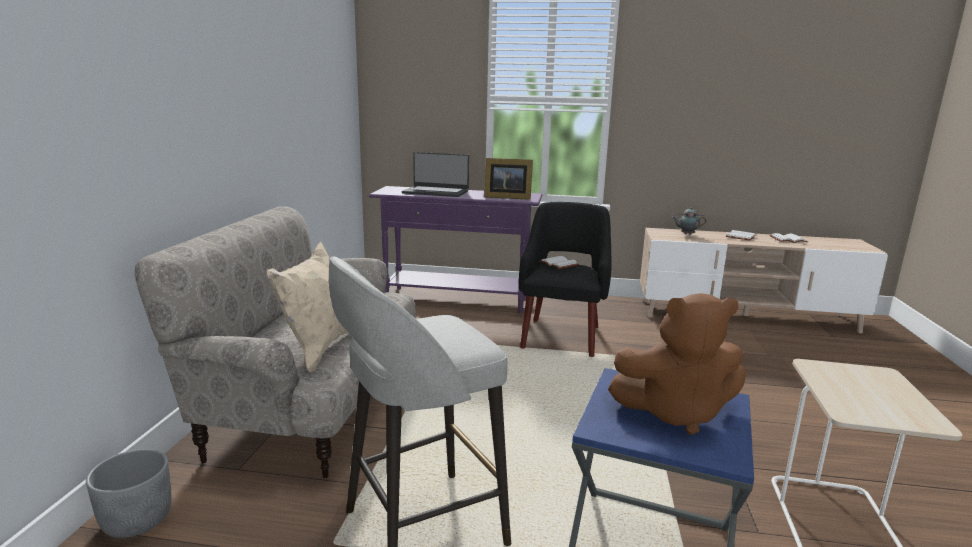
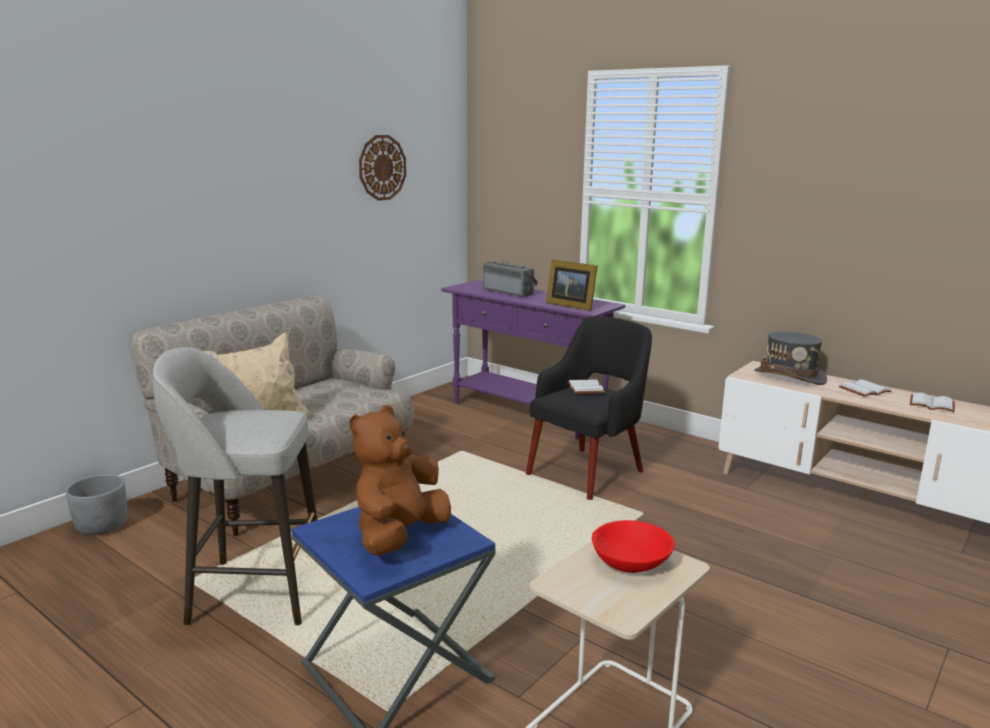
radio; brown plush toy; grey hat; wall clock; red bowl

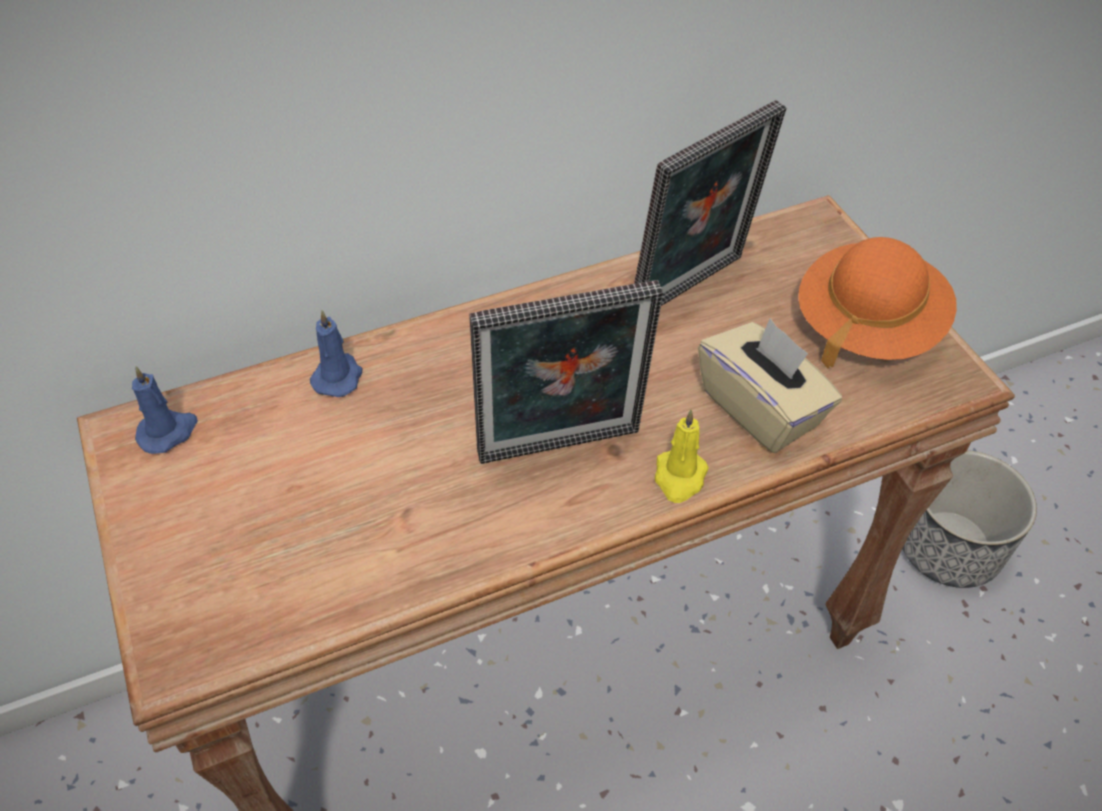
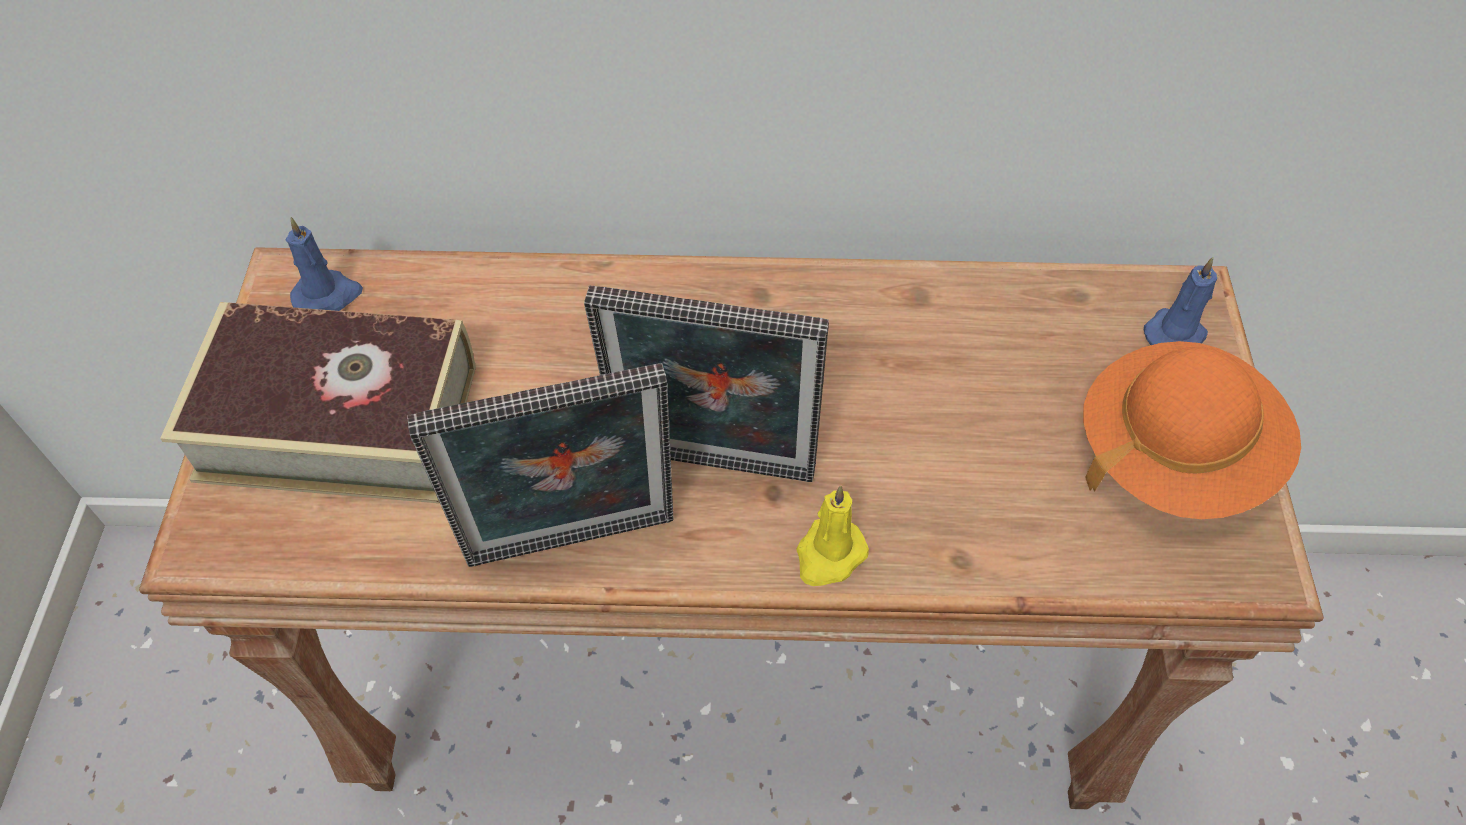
blue candle (no. 2 from left); picture frame (no. 1 from left); beige tissue box; planter; book

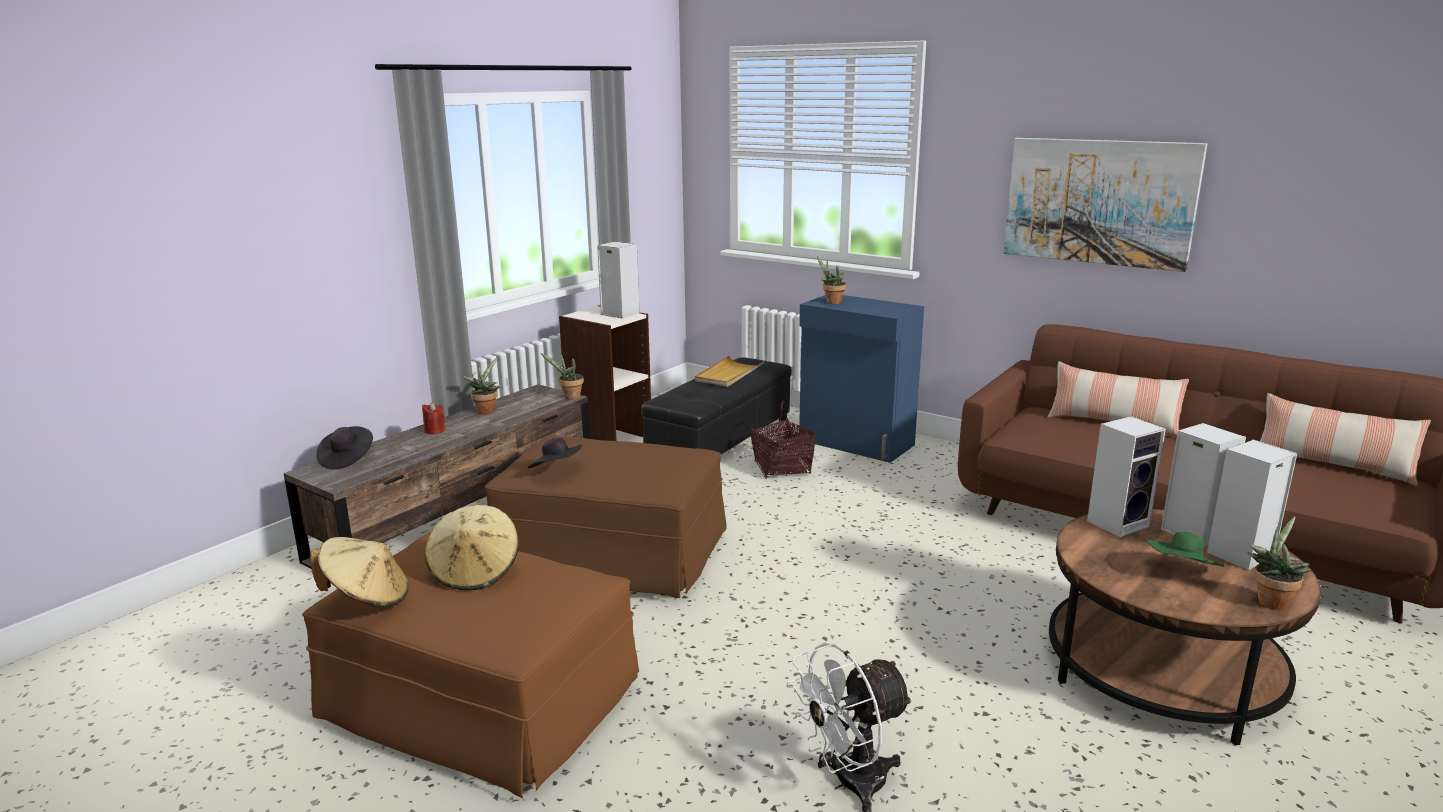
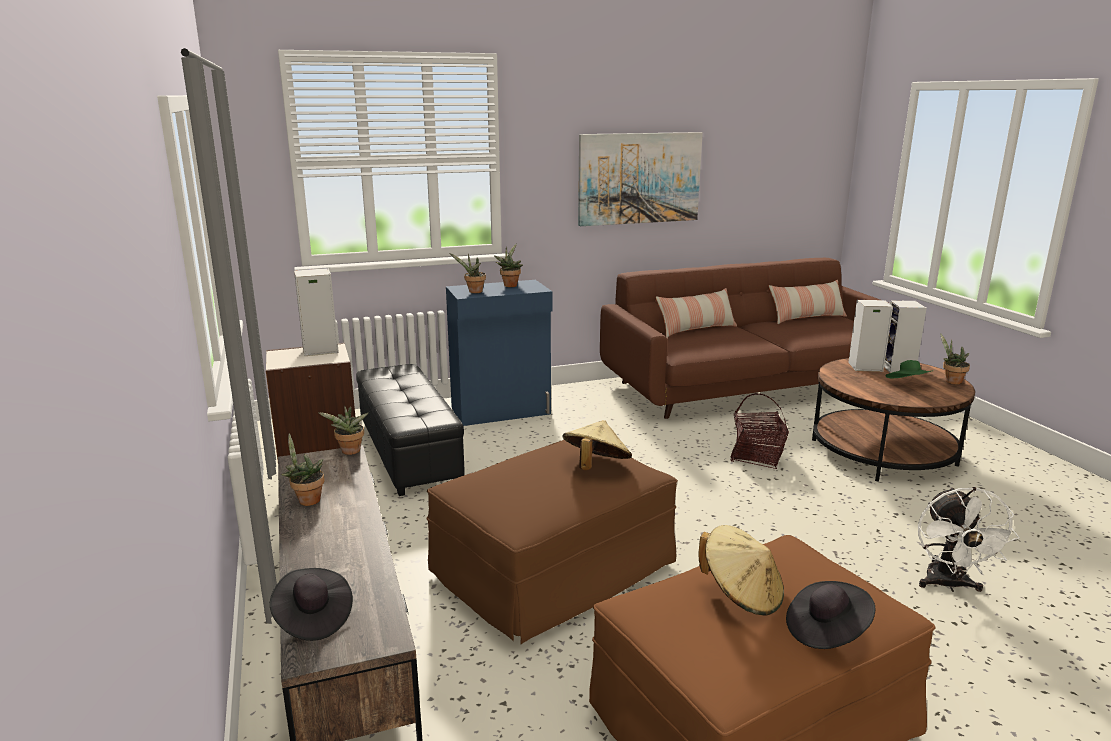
beige hat (no. 1 from left); red candle; black hat (no. 2 from left); beige tray; basket; speaker (no. 2 from left in the first image); potted plant (no. 4 from left)

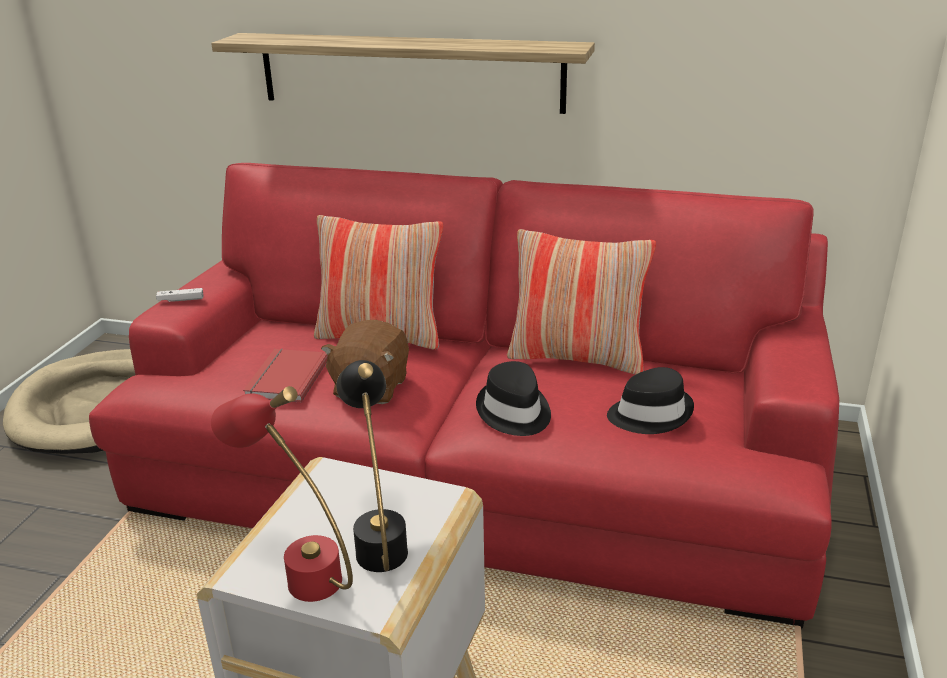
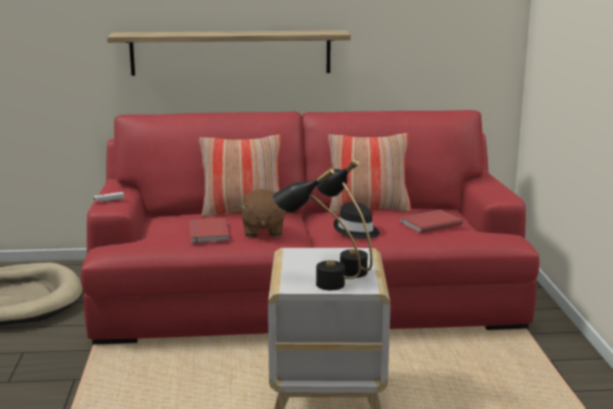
black table lamp (no. 1 from left); red book (no. 2 from left)

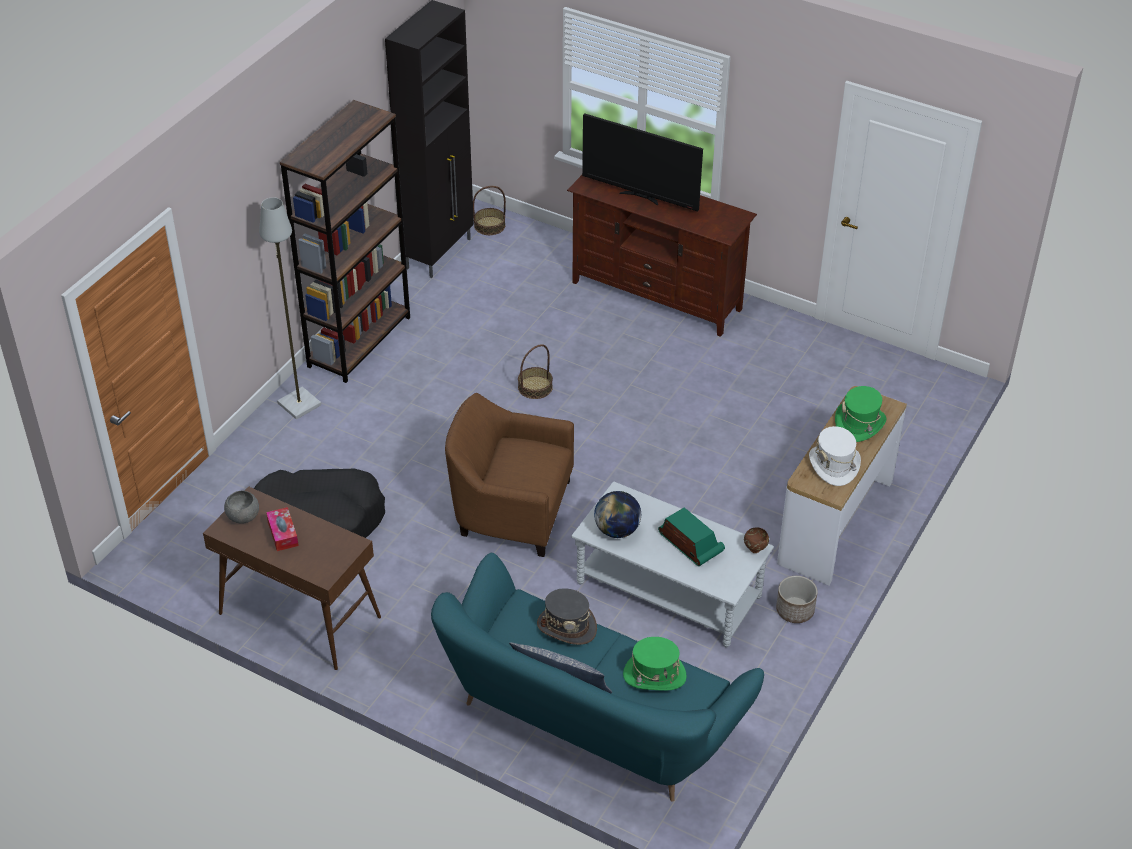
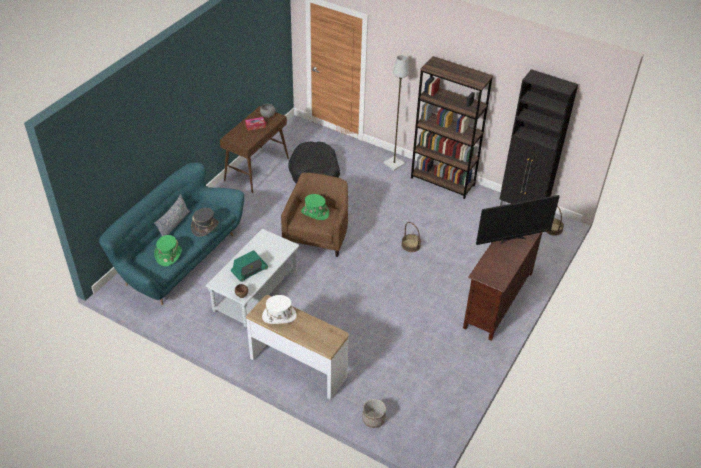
television; globe; planter; green hat (no. 2 from left)

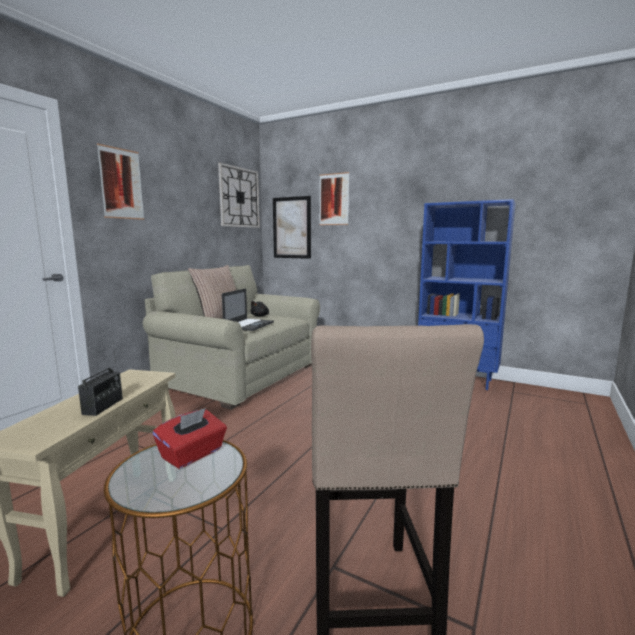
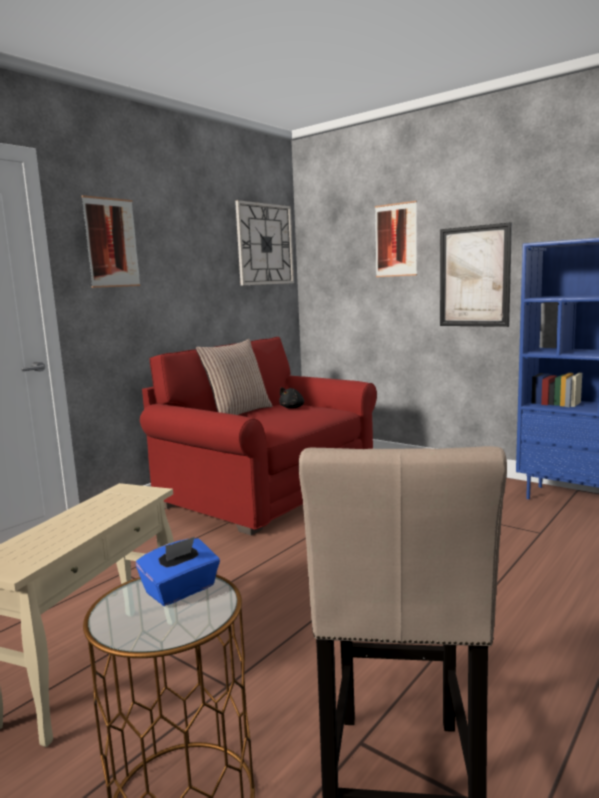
radio; red sofa; blue tissue box; laptop; picture (no. 3 from left)

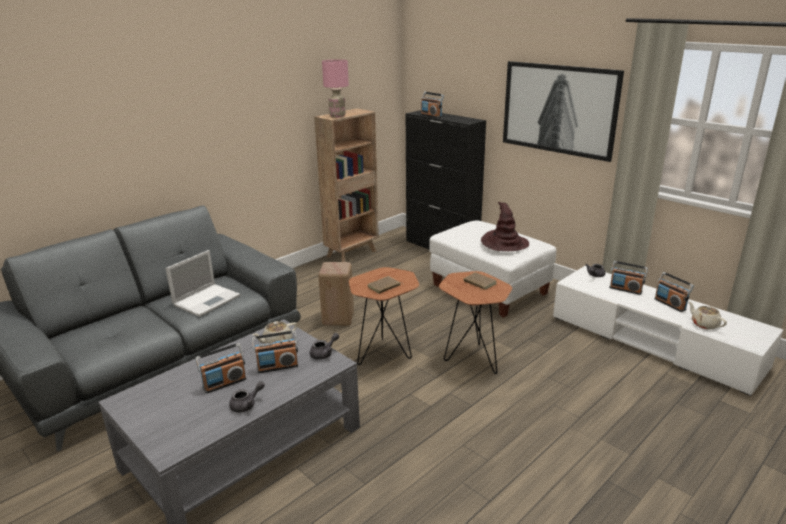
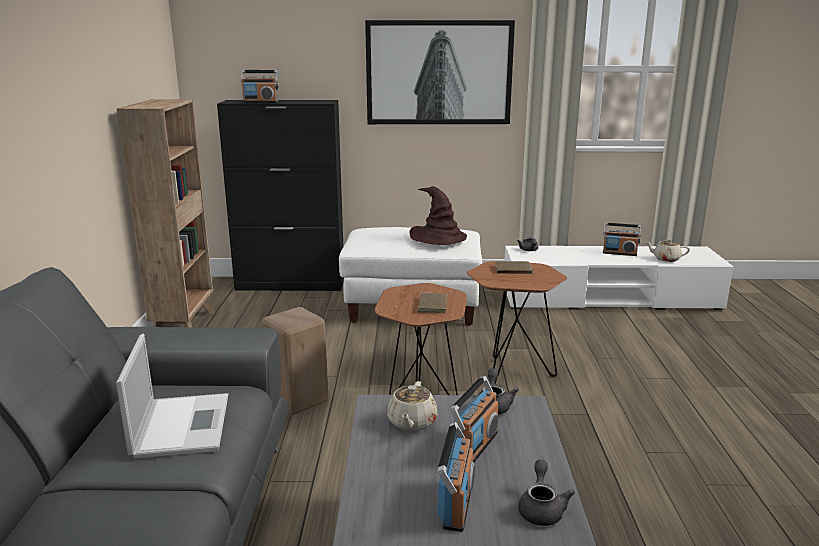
pink table lamp; radio (no. 4 from left in the first image)

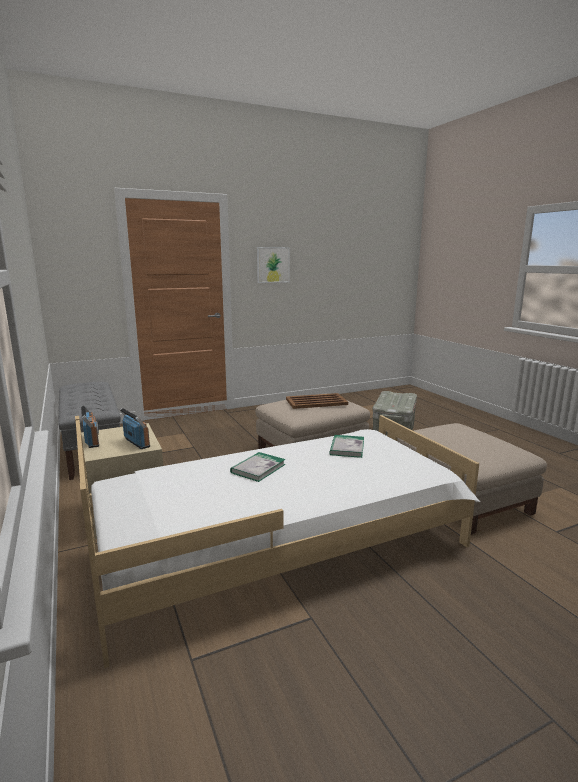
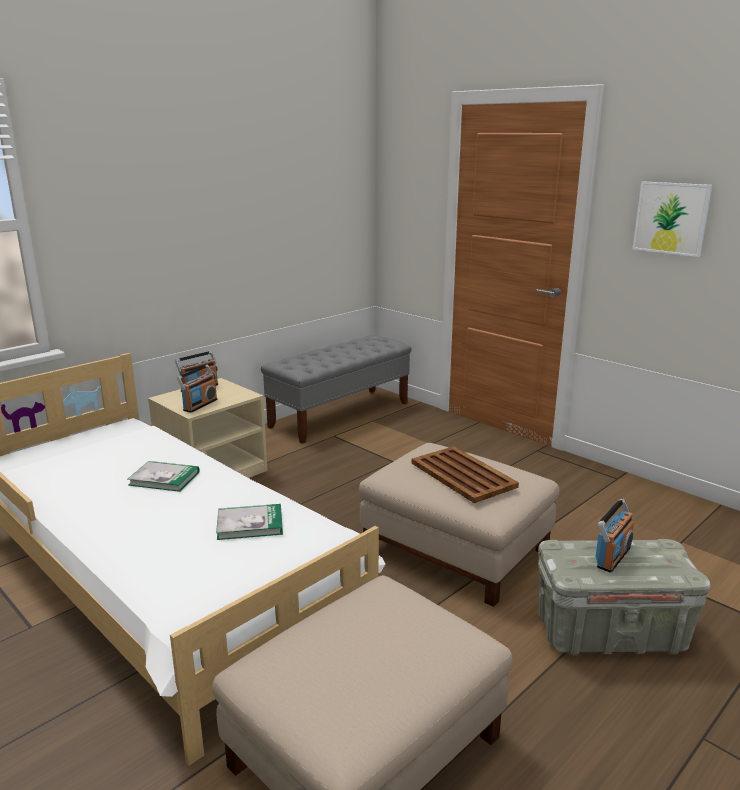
radio (no. 3 from left)

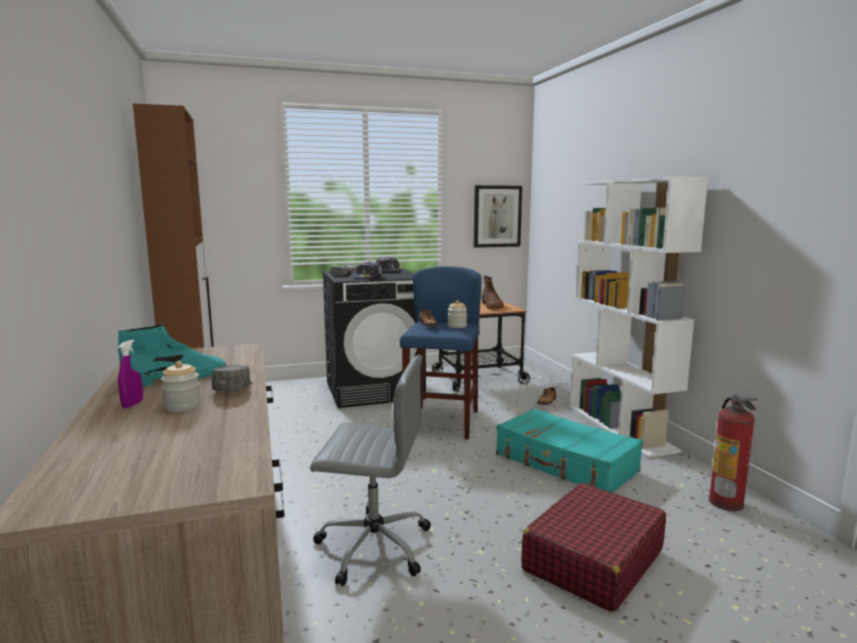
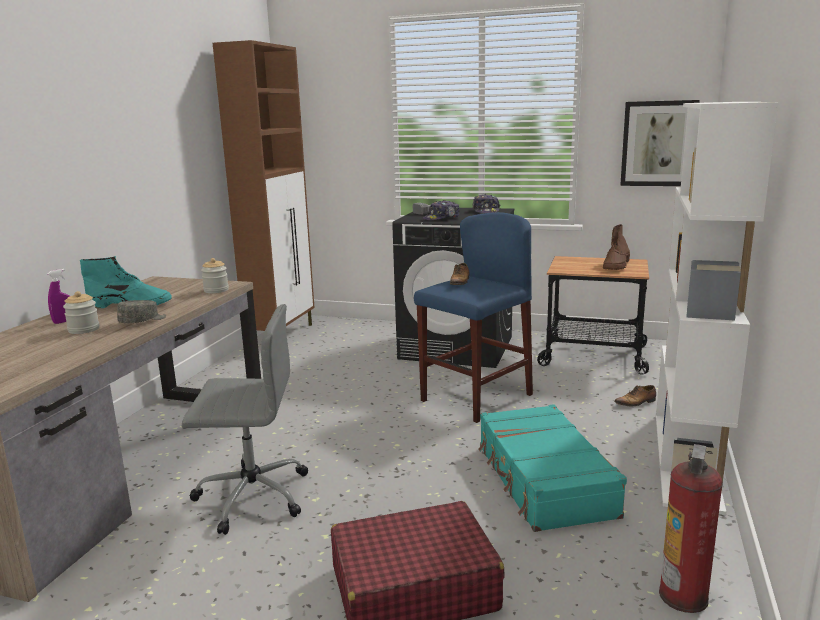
grey office chair; jar (no. 2 from left)

